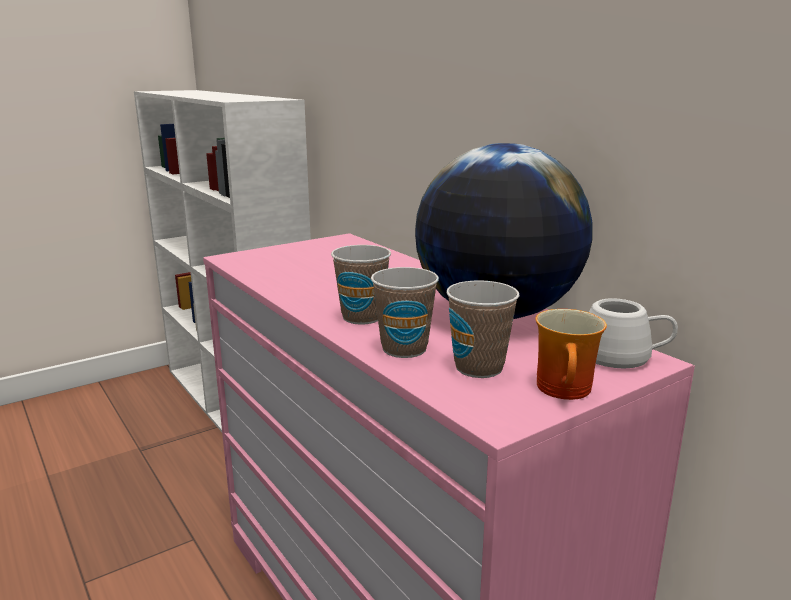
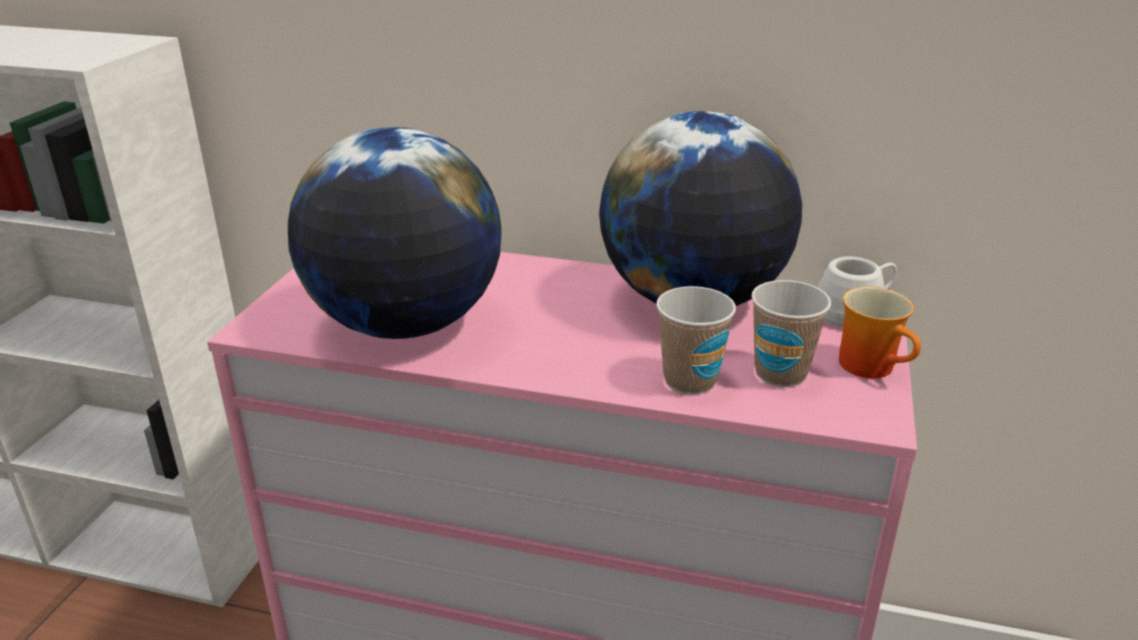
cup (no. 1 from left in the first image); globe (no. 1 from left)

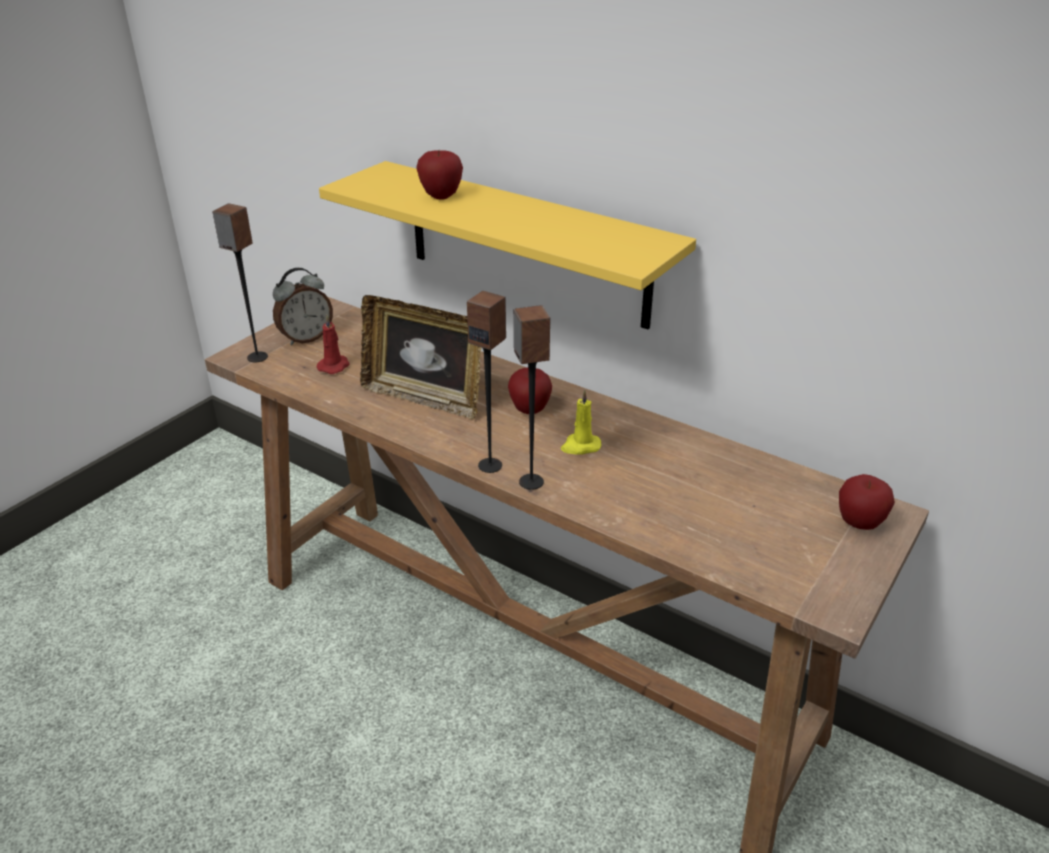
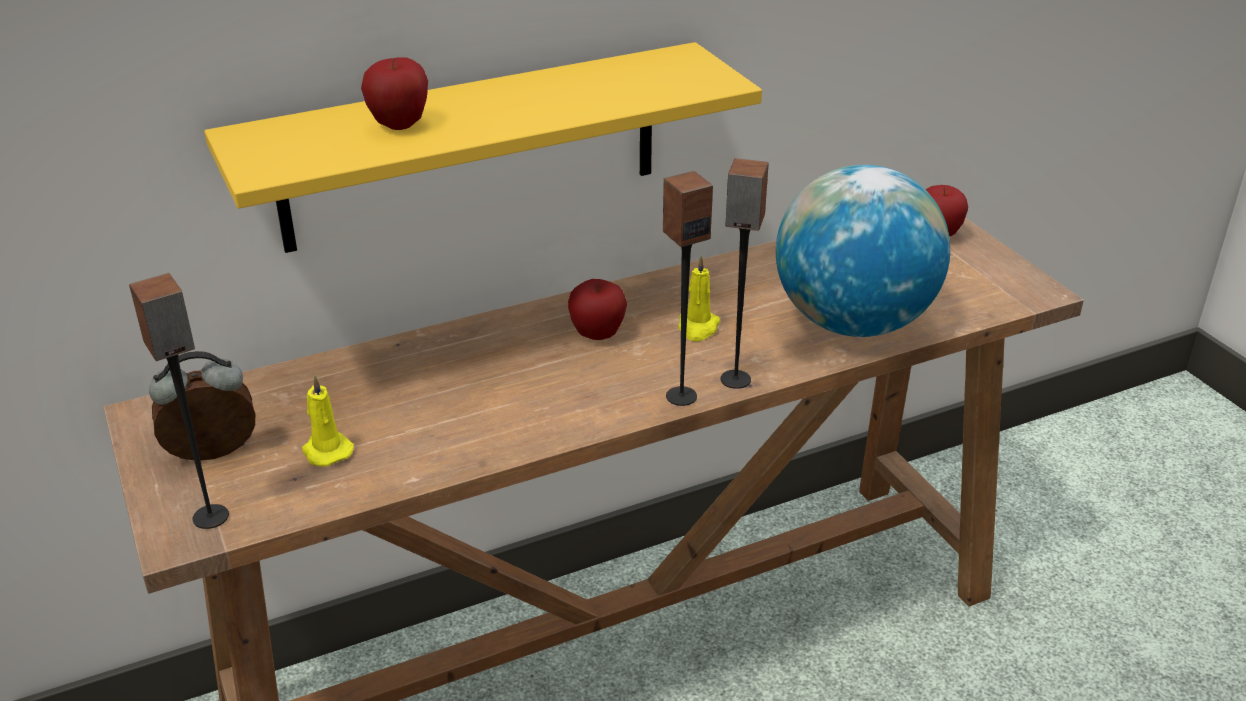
alarm clock; yellow candle (no. 1 from left); picture frame; globe

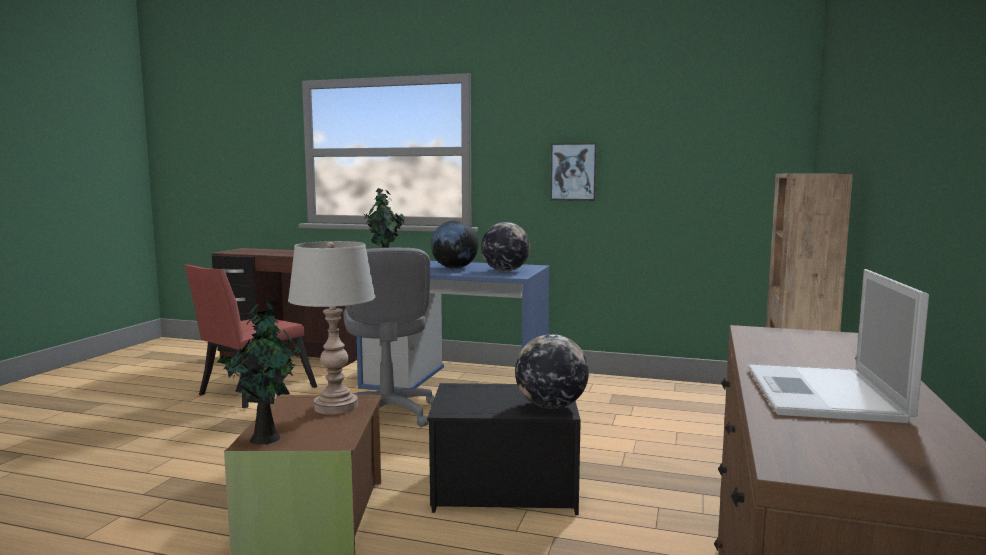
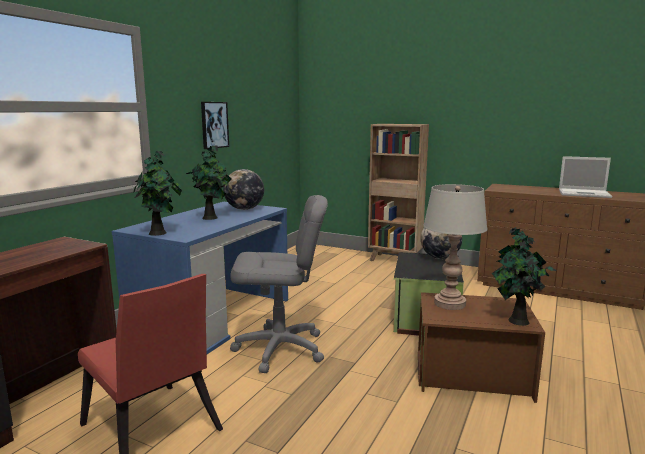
potted plant (no. 2 from left)

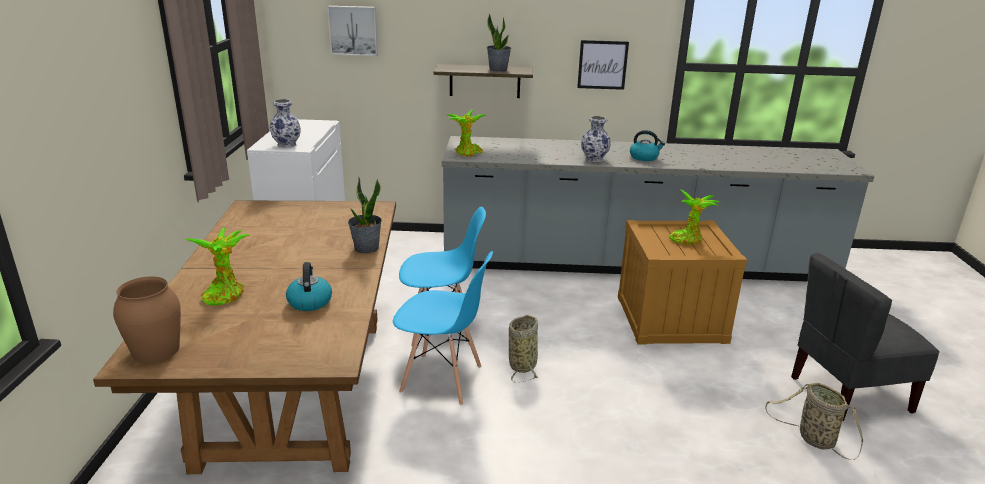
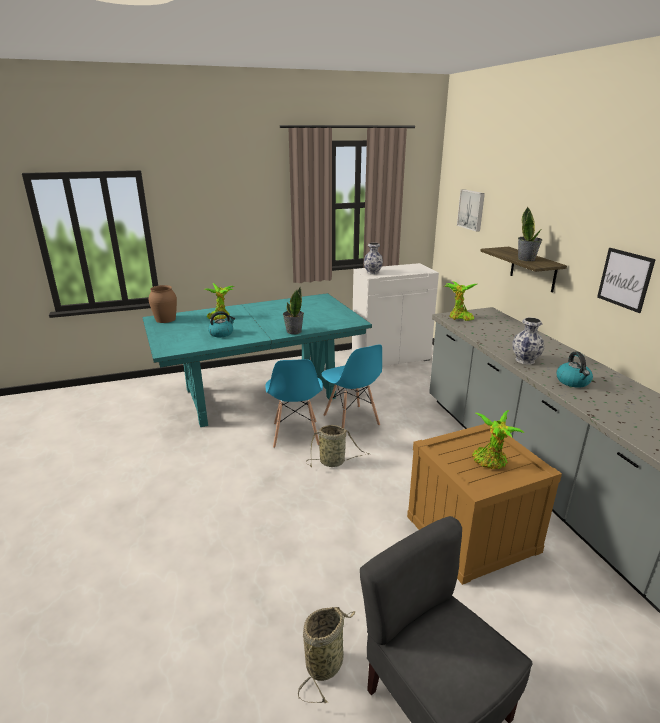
turquoise dining table

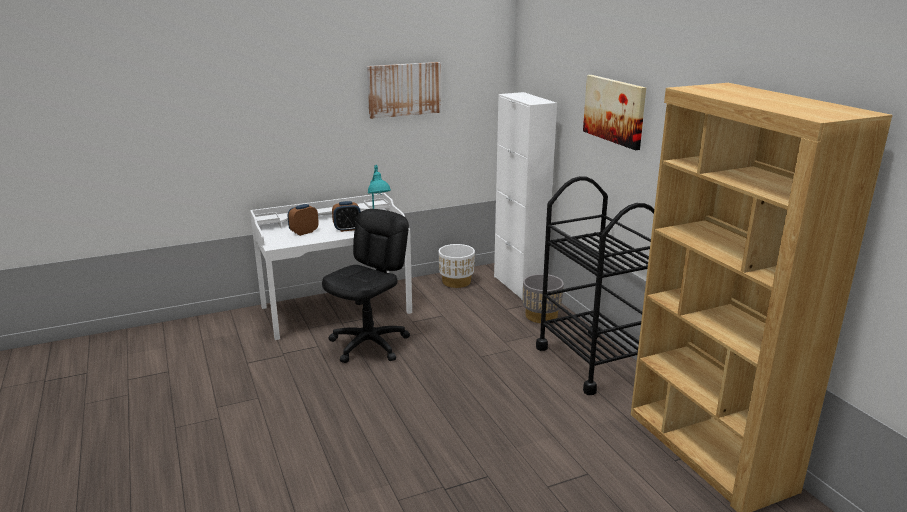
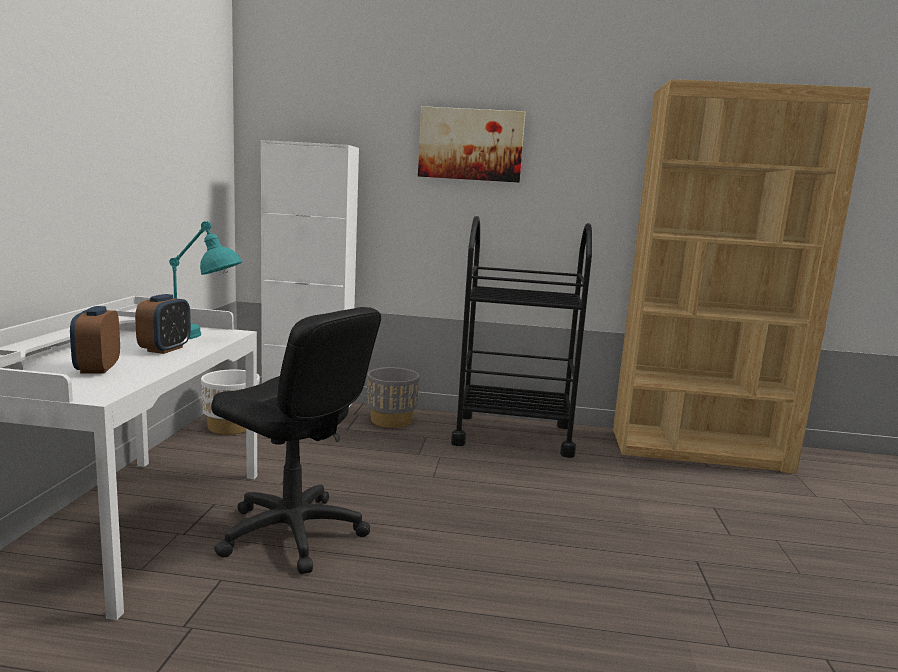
black office chair; picture (no. 1 from left in the first image)

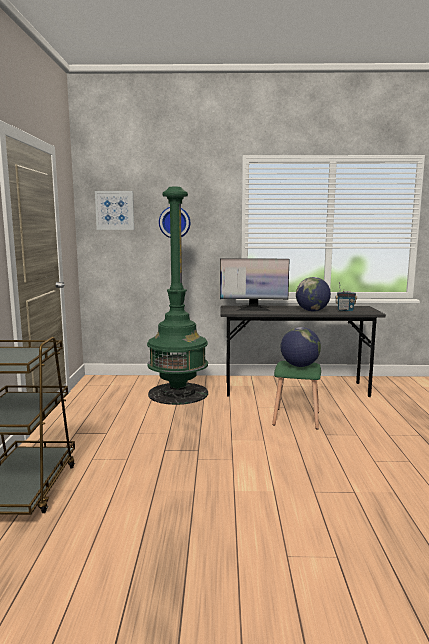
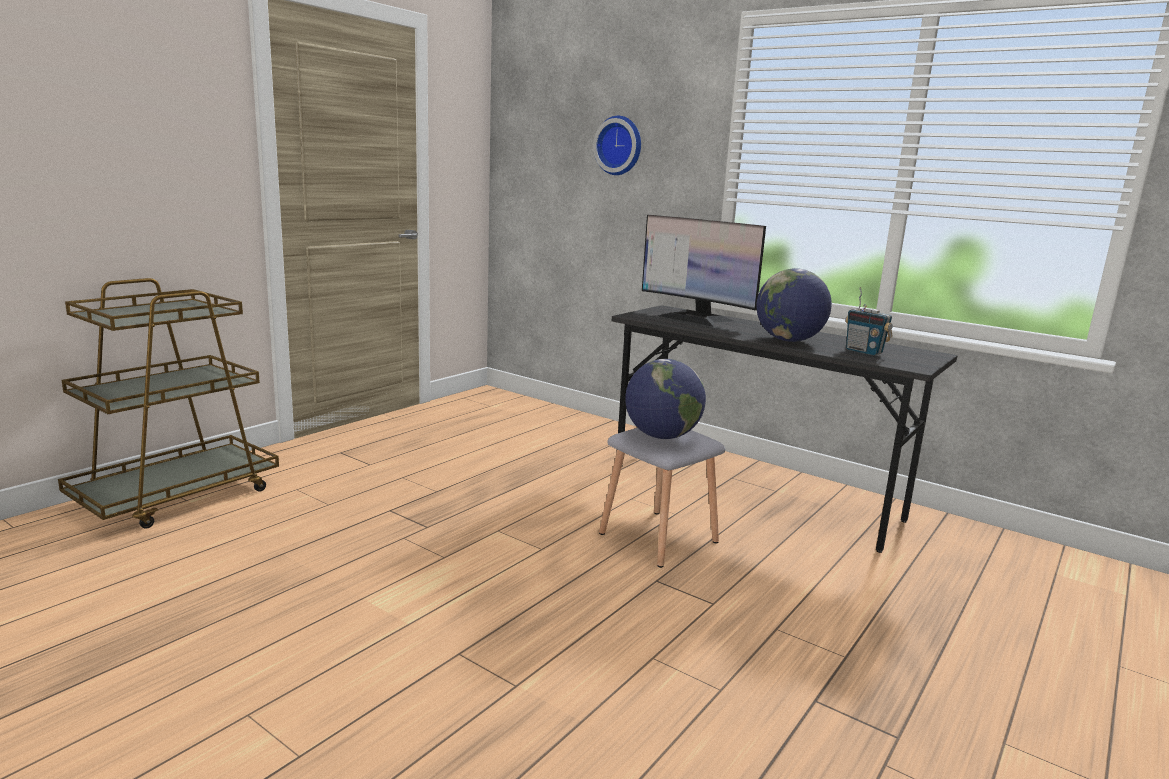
picture; green floor lamp; grey stool

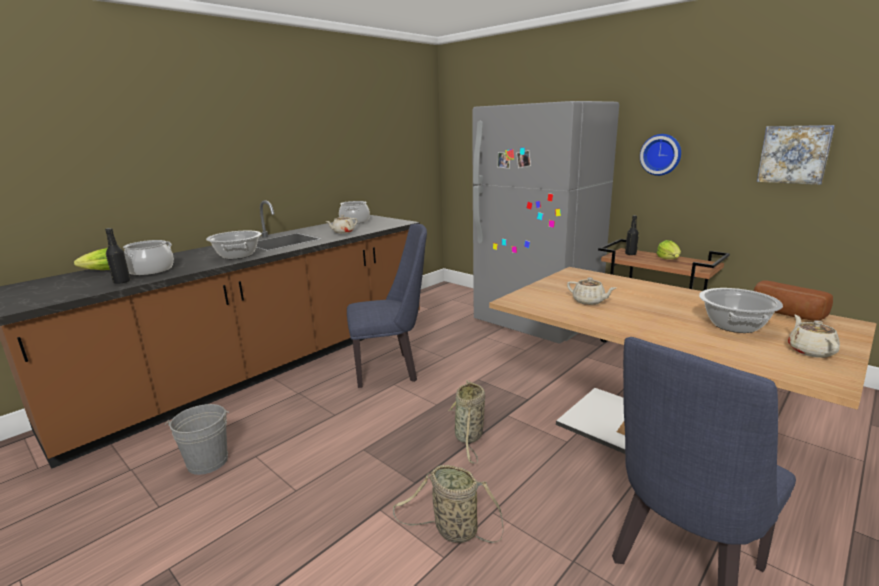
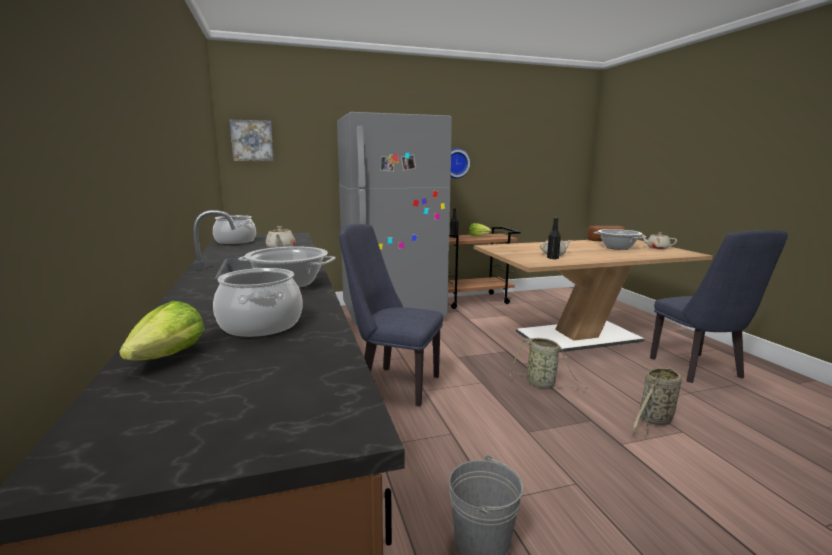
black bottle (no. 2 from left); blue chair (no. 1 from left); picture

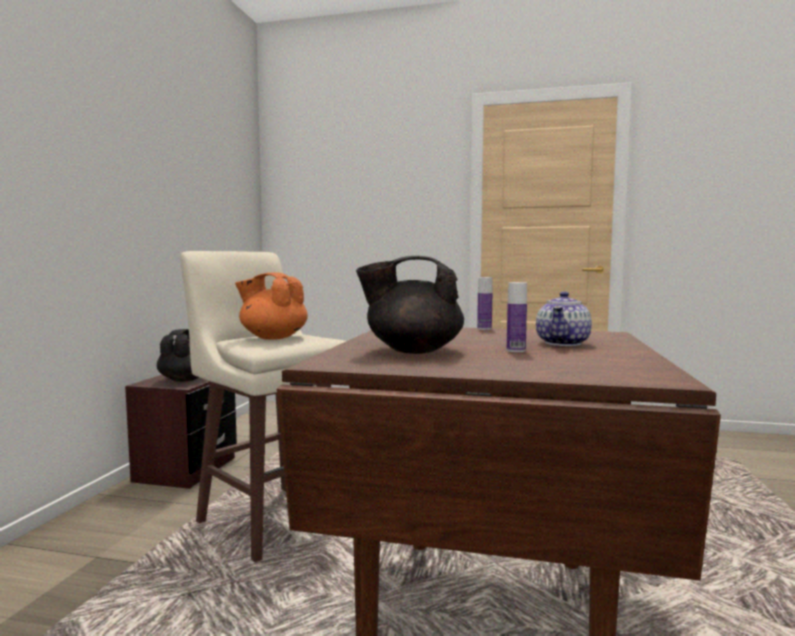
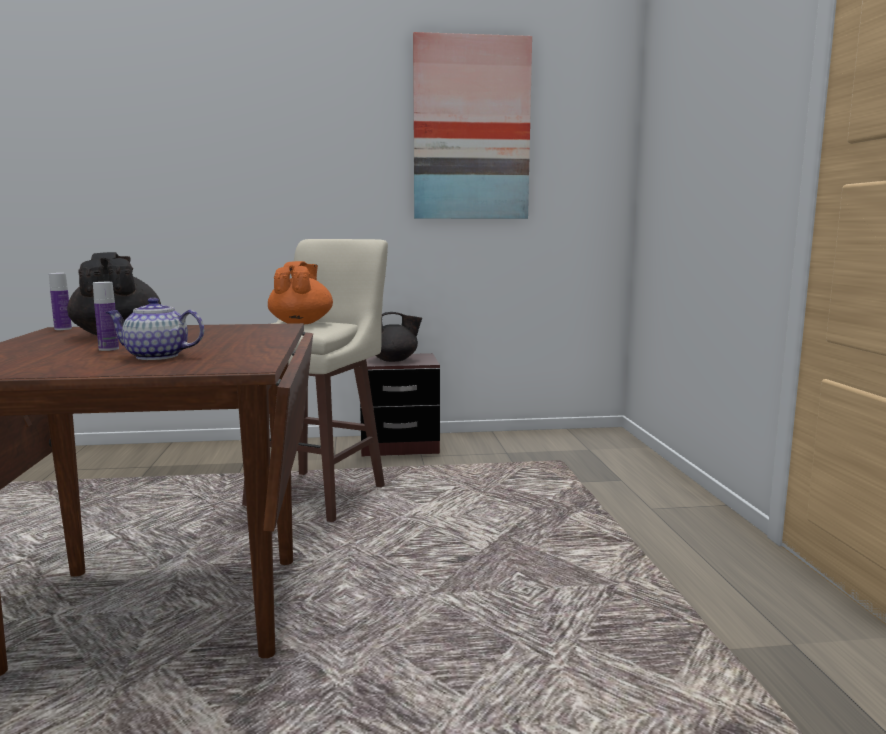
bottle (no. 1 from left); picture

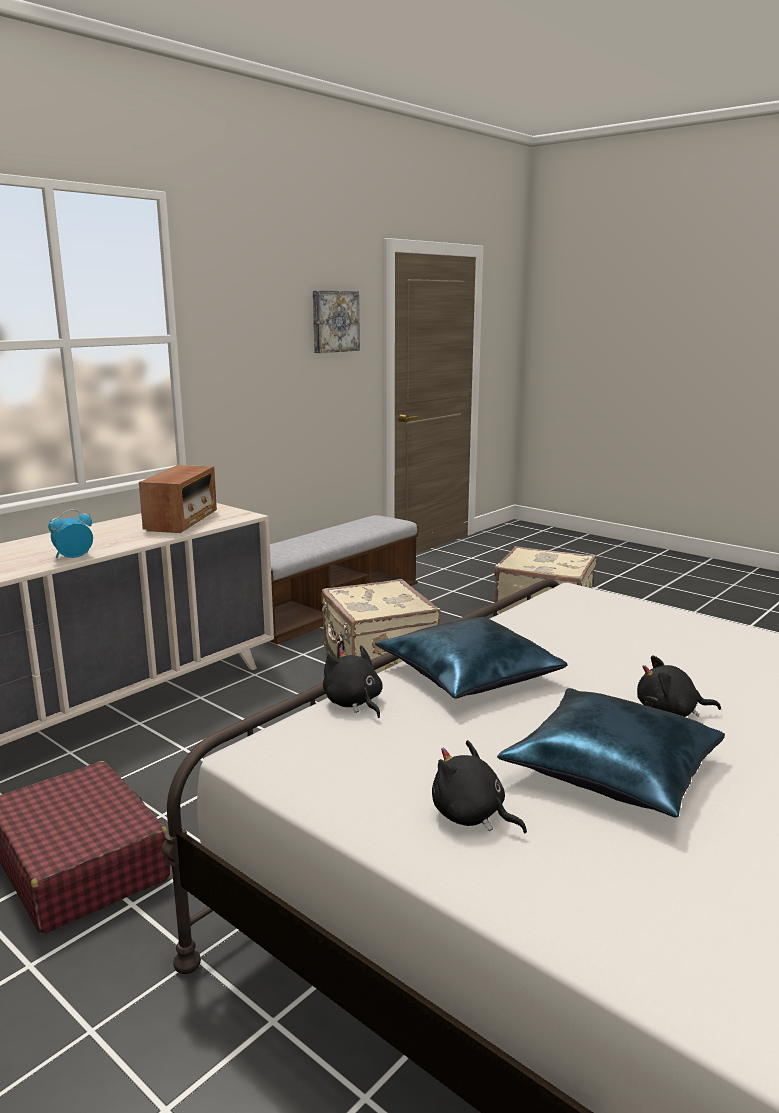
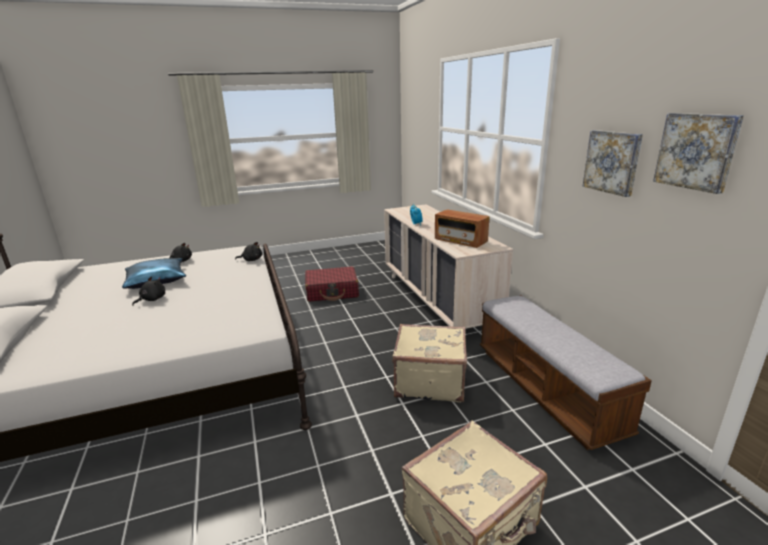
blue pillow (no. 1 from left in the first image); picture (no. 1 from left)

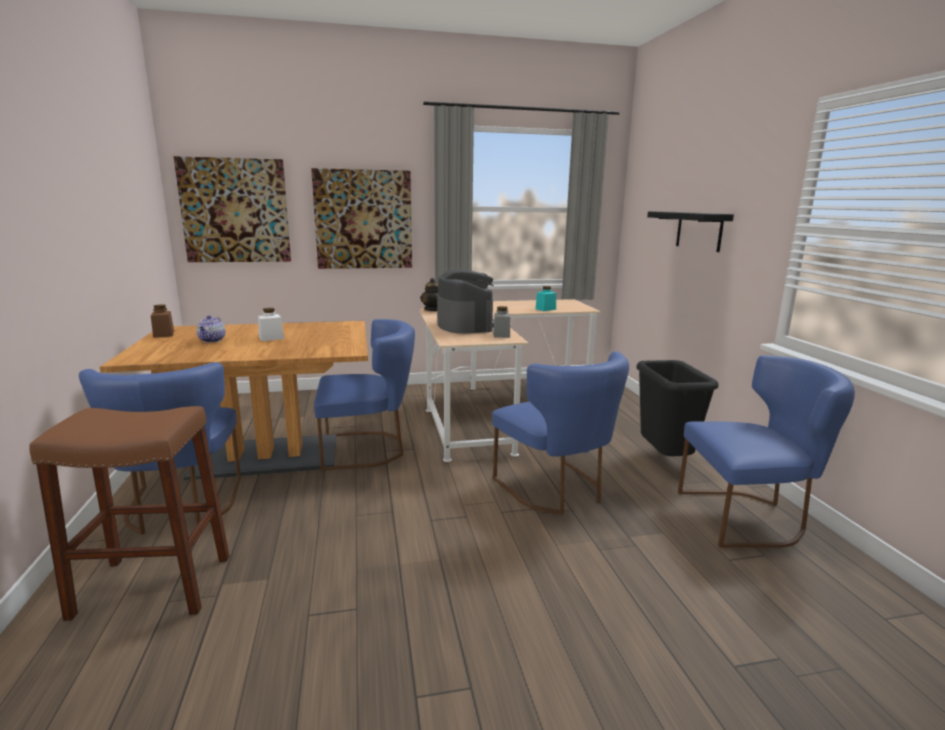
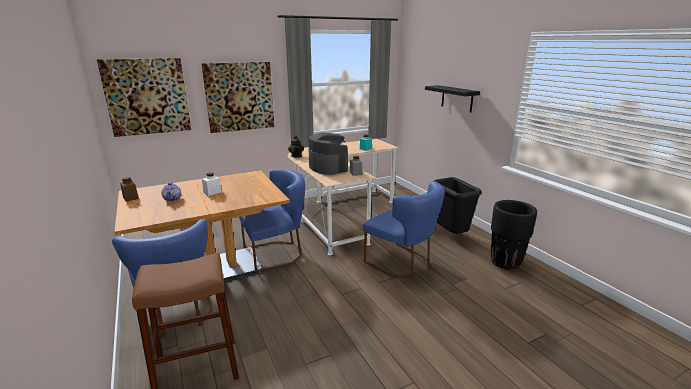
black planter

